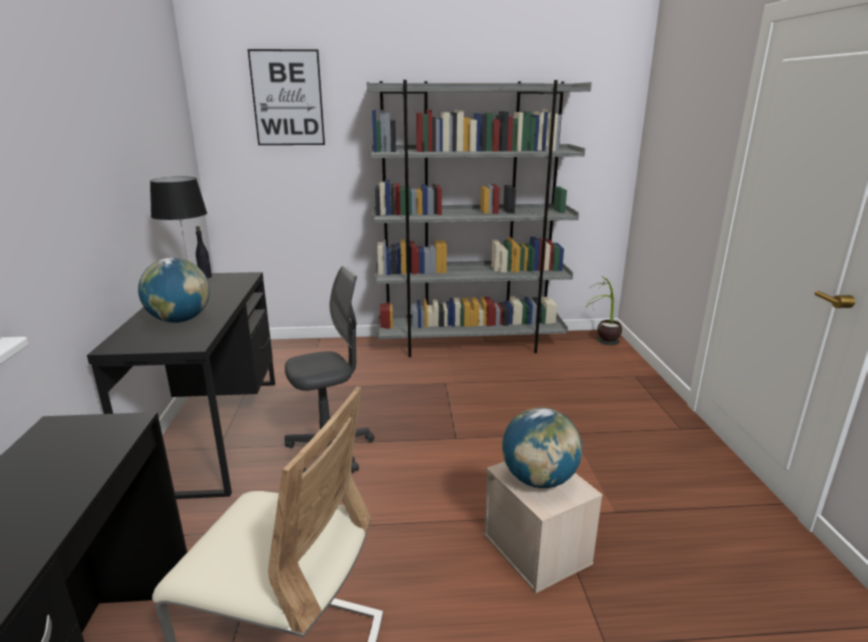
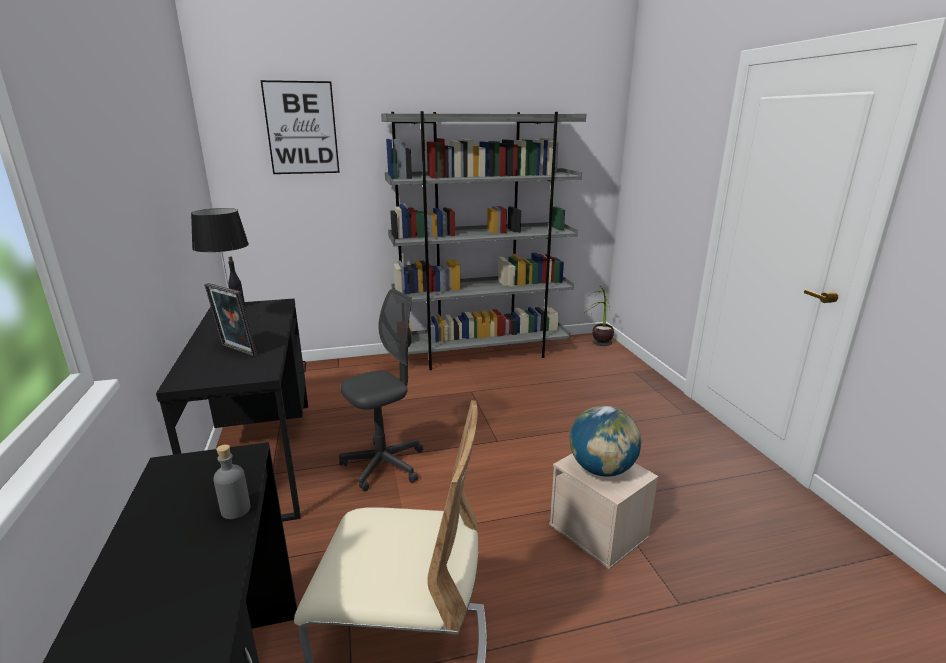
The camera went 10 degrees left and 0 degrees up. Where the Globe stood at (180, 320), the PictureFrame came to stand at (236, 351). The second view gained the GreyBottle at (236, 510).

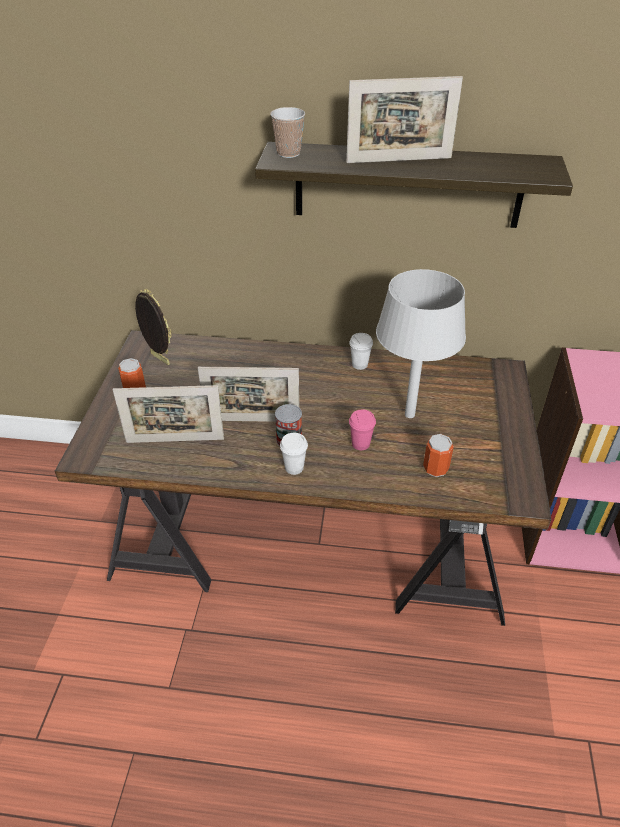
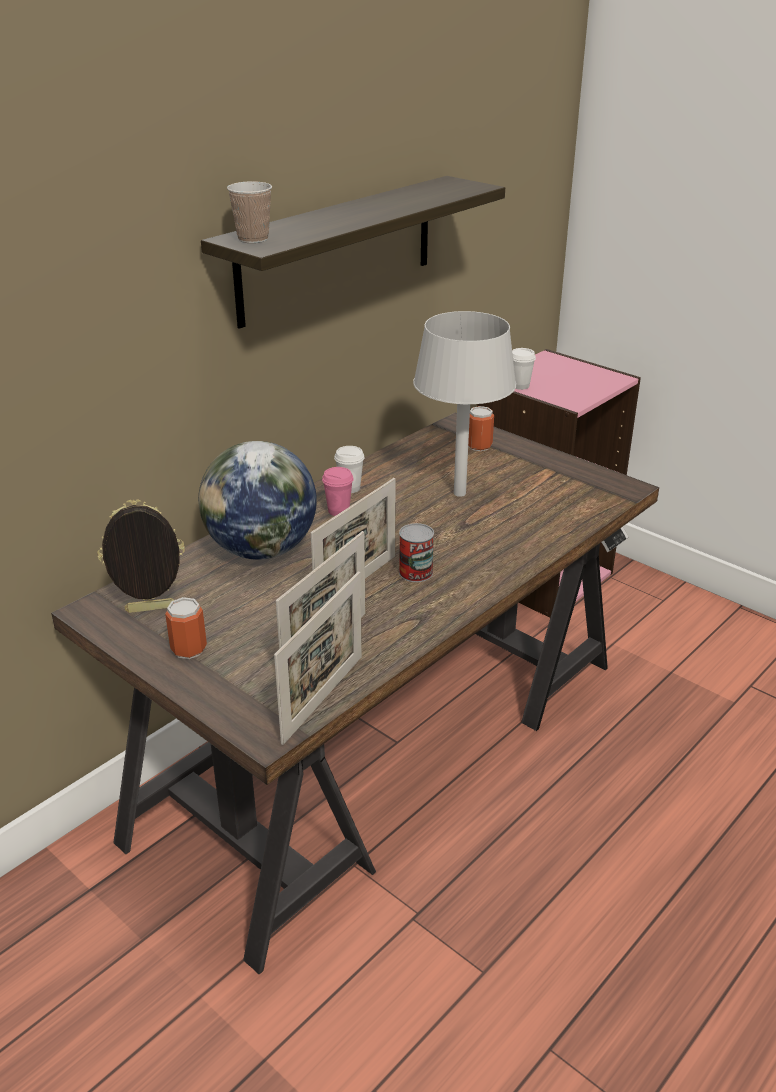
The camera went 55 degrees left and 10 degrees down. The WhiteCup ended up elsewhere, having gone from (294, 468) to (520, 386). The PictureFrame ended up elsewhere, having gone from (399, 160) to (323, 698). The PinkCup ended up elsewhere, having gone from (360, 444) to (338, 511). The Can ended up elsewhere, having gone from (435, 468) to (479, 446). The second view gained the Globe at (261, 550).

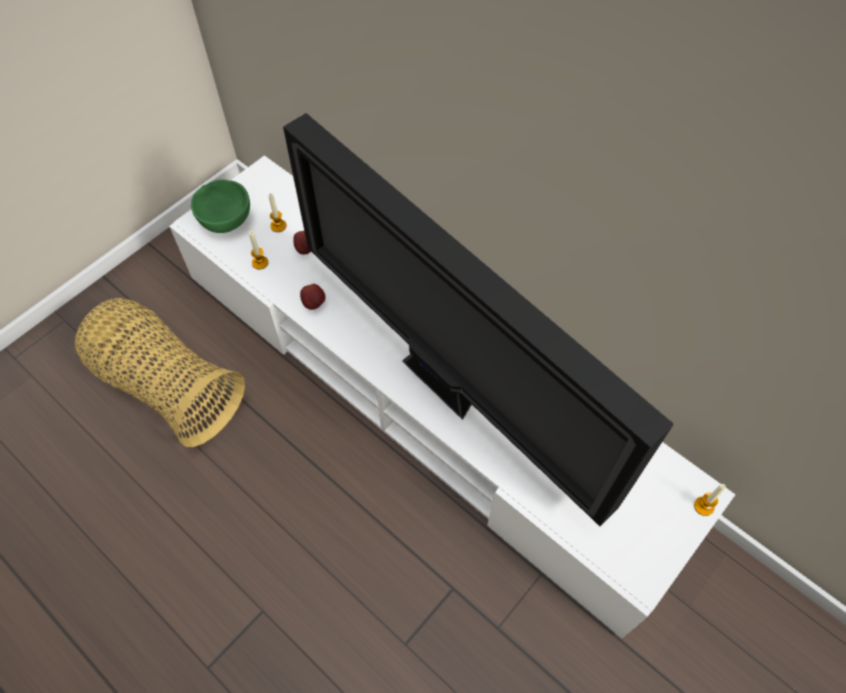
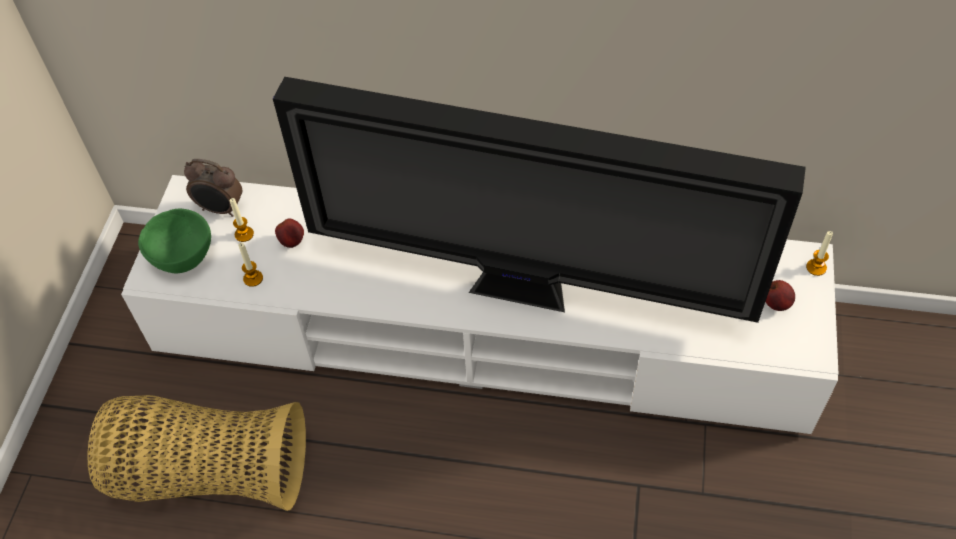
The camera went 30 degrees left and 5 degrees down. The Apple ended up elsewhere, having gone from (314, 303) to (776, 303). The second view gained the AlarmClock at (221, 209).

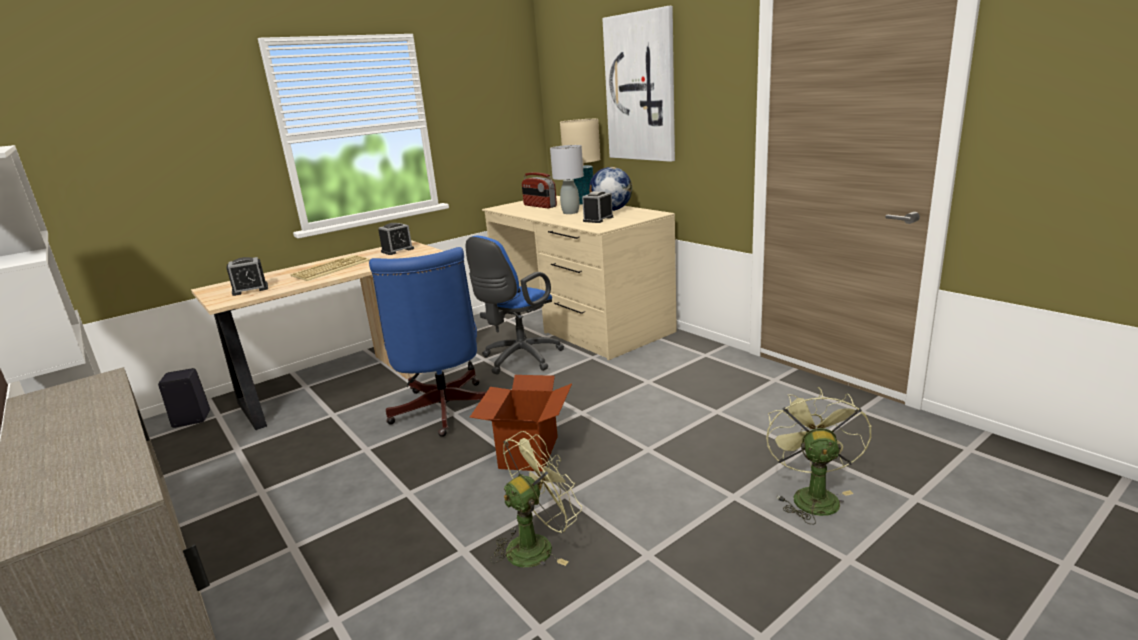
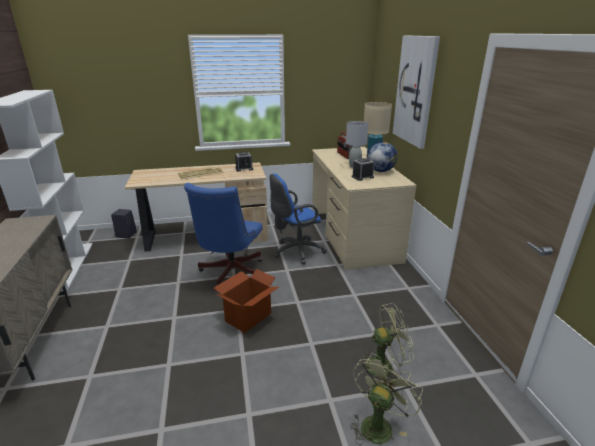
The camera went 25 degrees right and 5 degrees up. The second view lost the AlarmClock at (250, 289). The GreenFan ended up elsewhere, having gone from (537, 545) to (384, 365).

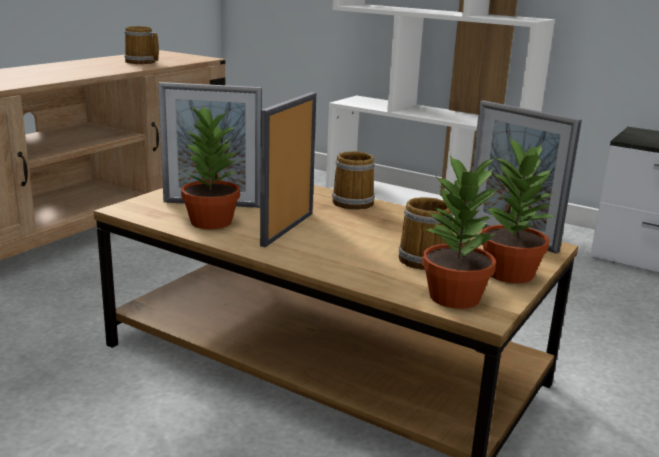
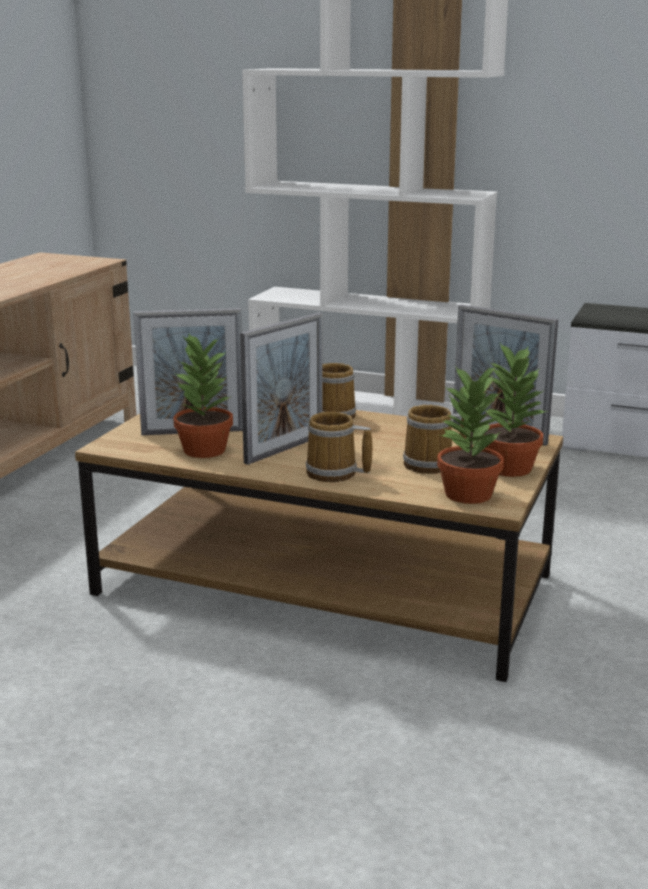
The camera went 10 degrees left and 0 degrees up. The Mug ended up elsewhere, having gone from (141, 62) to (334, 474). The PictureFrame at (287, 229) ended up facing another way, 150 degrees counterclockwise from before.

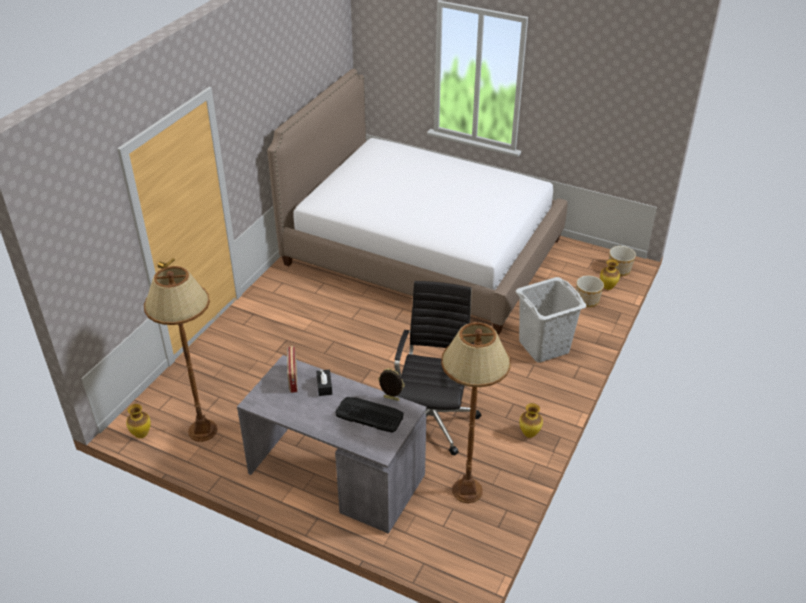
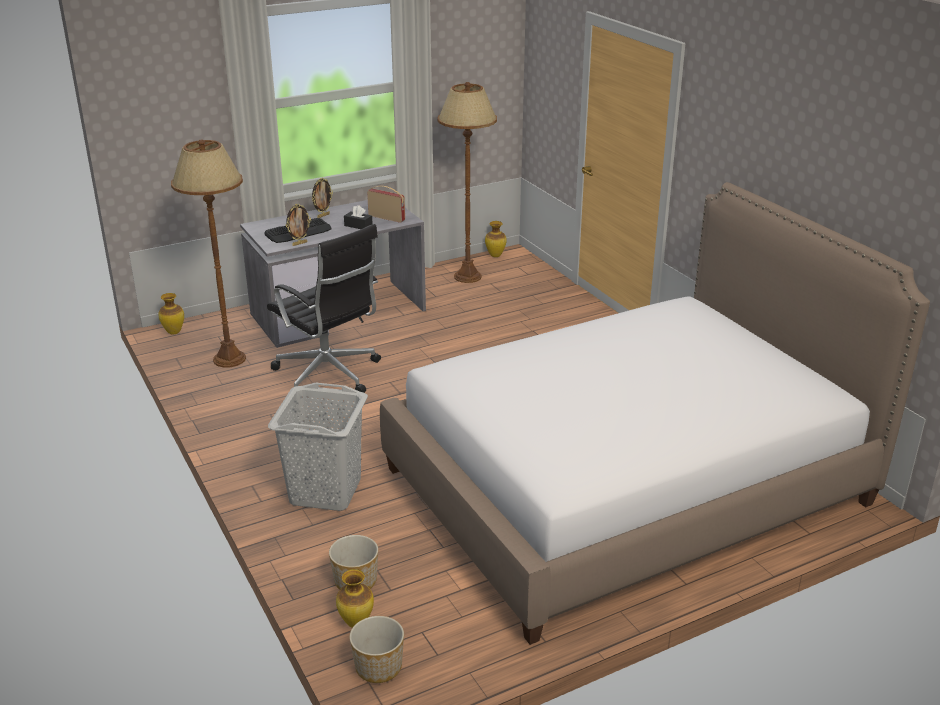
The camera went 125 degrees right and 10 degrees down. The Vase ended up elsewhere, having gone from (529, 434) to (173, 332). The second view gained the PictureFrame at (323, 215).

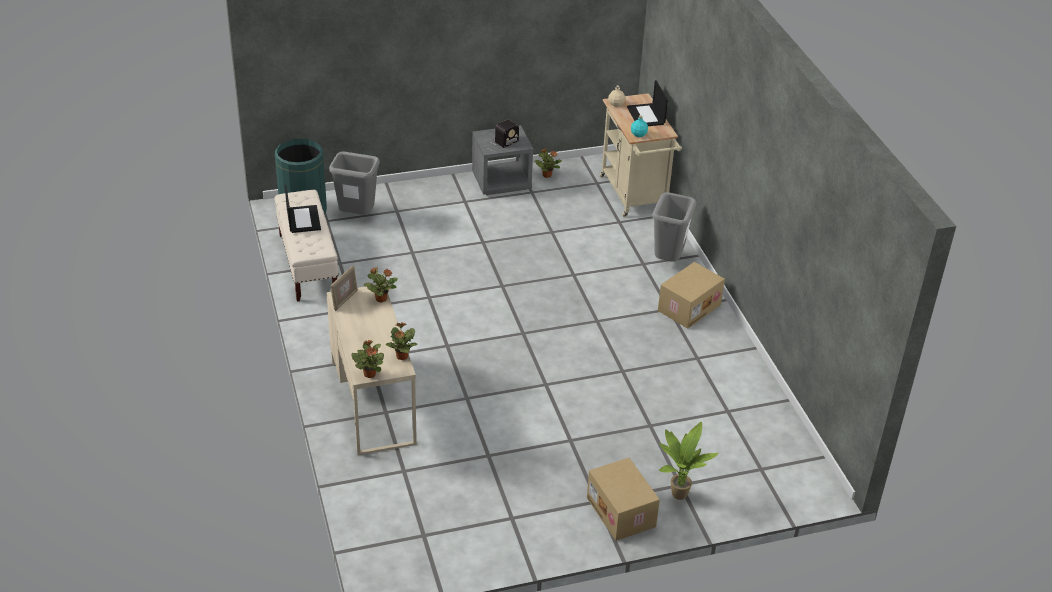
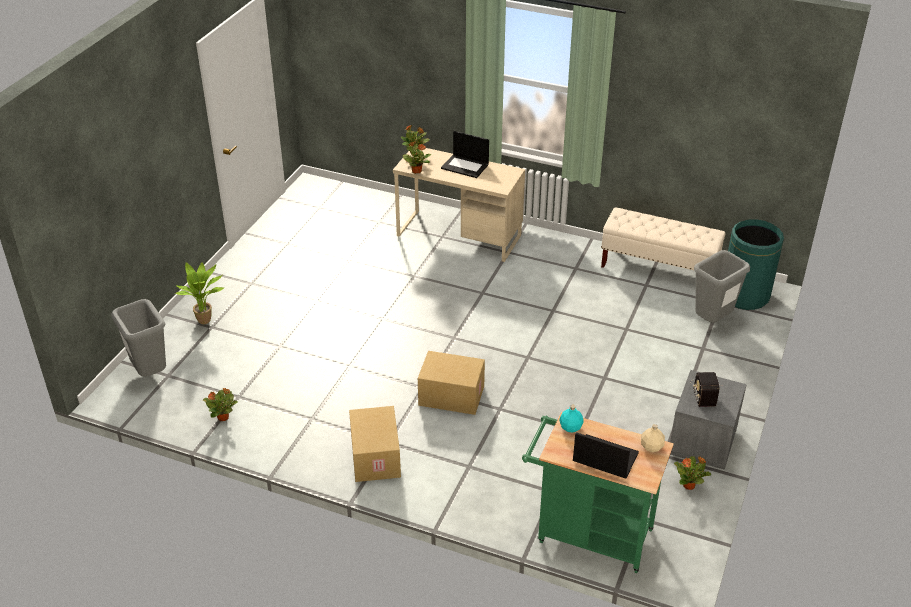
The camera went 130 degrees right and 0 degrees up. The Laptop ended up elsewhere, having gone from (303, 219) to (465, 166). The second view lost the PictureFrame at (344, 300). The PottedPlant ended up elsewhere, having gone from (381, 299) to (223, 417). The CardboardBox ended up elsewhere, having gone from (622, 512) to (450, 396). What was the BeigeCart at (635, 197) turned into the GreenCart at (588, 534). The GreyTrashCan ended up elsewhere, having gone from (668, 261) to (150, 373).

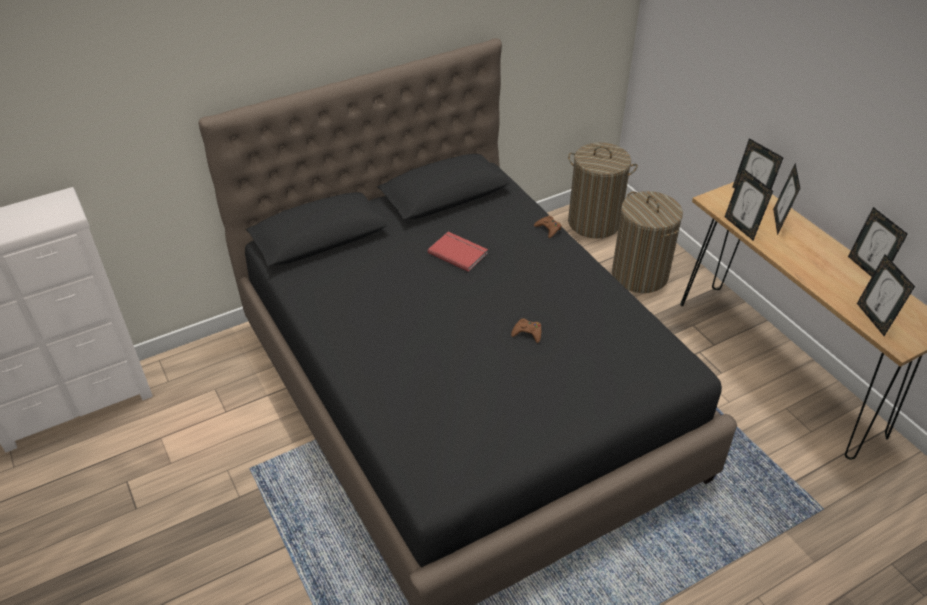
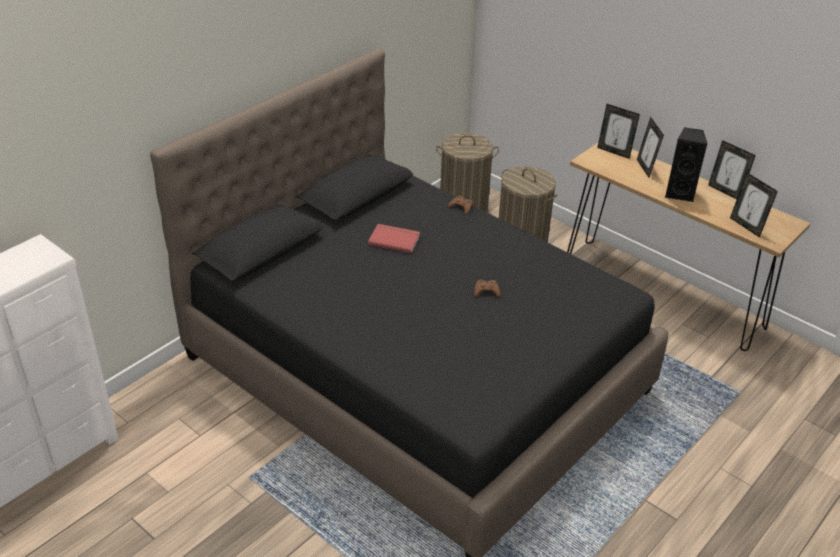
The camera went 20 degrees left and 5 degrees down. The second view lost the PictureFrame at (741, 227). The second view gained the BlackSpeaker at (680, 193).

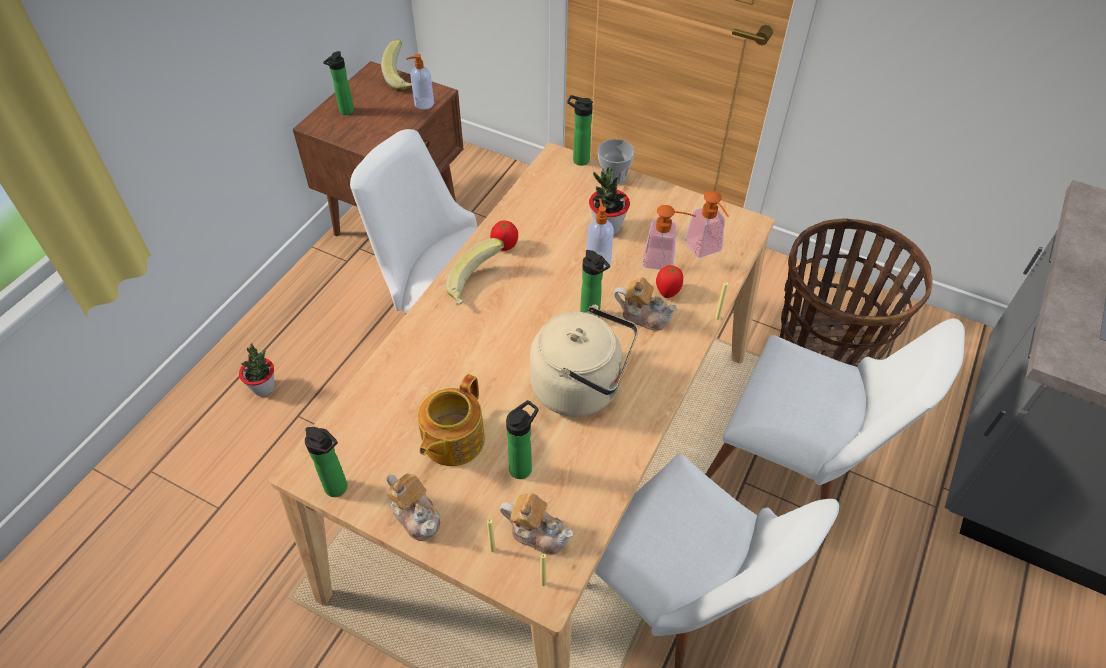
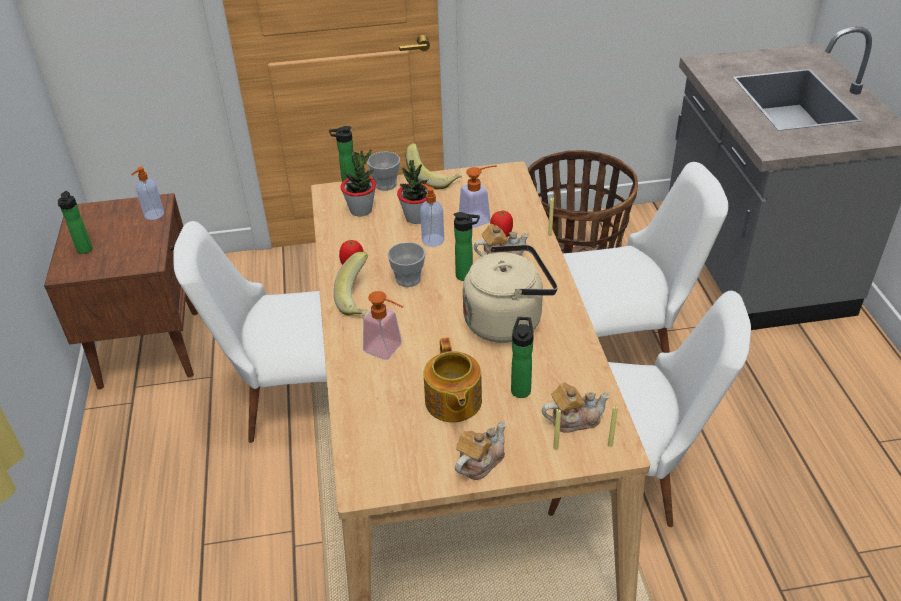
The camera went 35 degrees left and 10 degrees down. The PottedPlant ended up elsewhere, having gone from (264, 388) to (361, 210). The second view lost the Bottle at (339, 489). The Banana ended up elsewhere, having gone from (404, 79) to (433, 178). The Teapot at (416, 515) ended up facing another way, 60 degrees counterclockwise from before. The SoapDispenser ended up elsewhere, having gone from (706, 250) to (388, 350). The second view gained the Cup at (408, 279).

